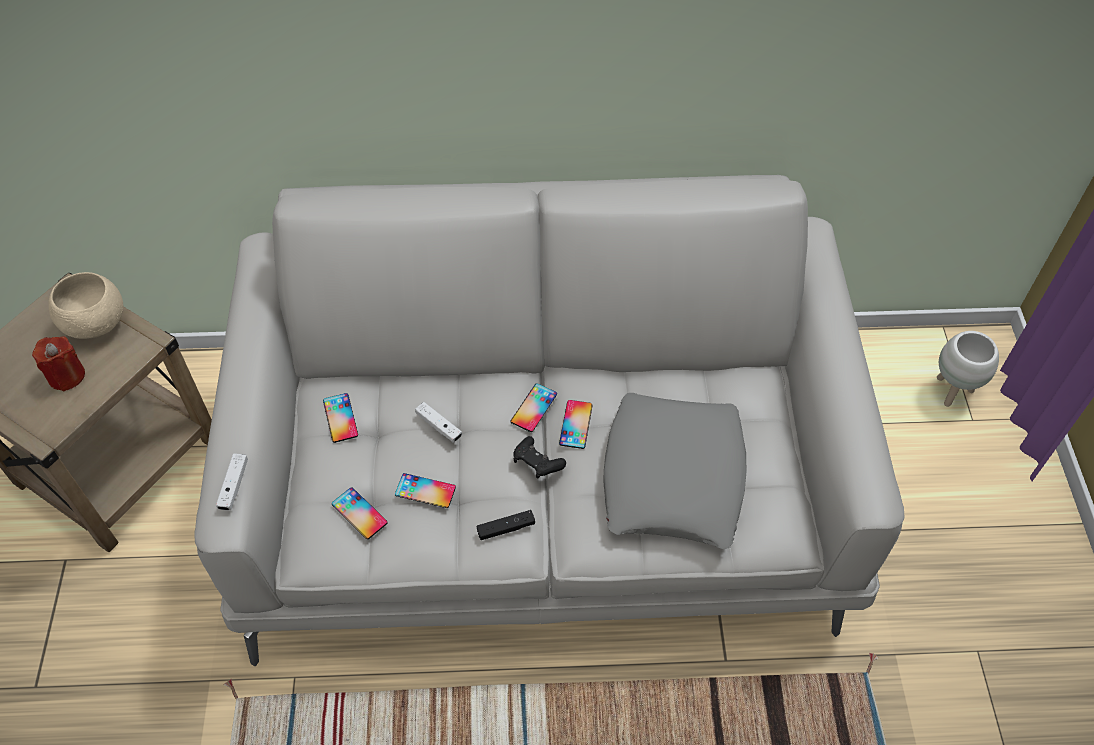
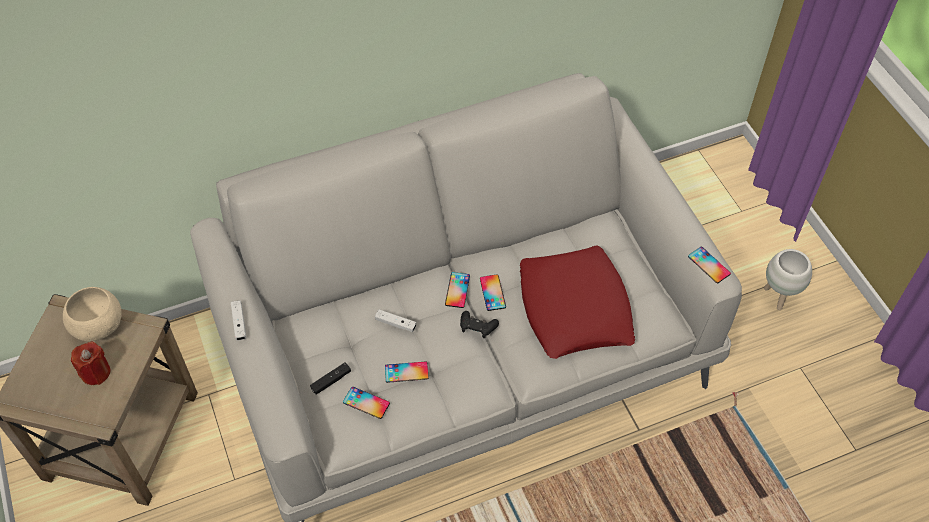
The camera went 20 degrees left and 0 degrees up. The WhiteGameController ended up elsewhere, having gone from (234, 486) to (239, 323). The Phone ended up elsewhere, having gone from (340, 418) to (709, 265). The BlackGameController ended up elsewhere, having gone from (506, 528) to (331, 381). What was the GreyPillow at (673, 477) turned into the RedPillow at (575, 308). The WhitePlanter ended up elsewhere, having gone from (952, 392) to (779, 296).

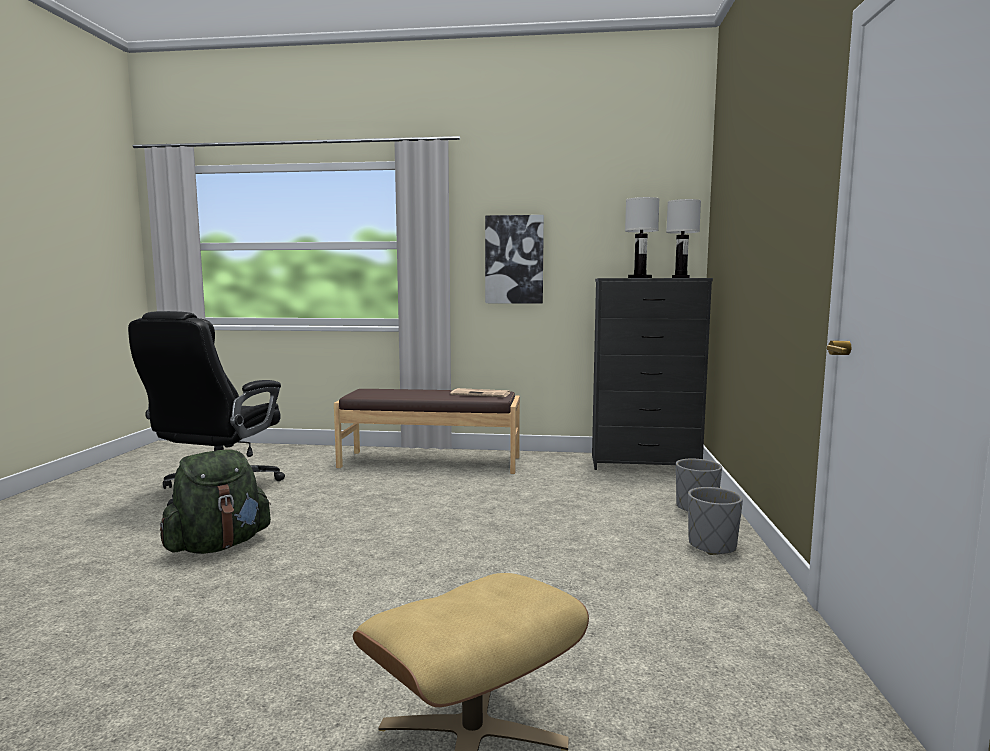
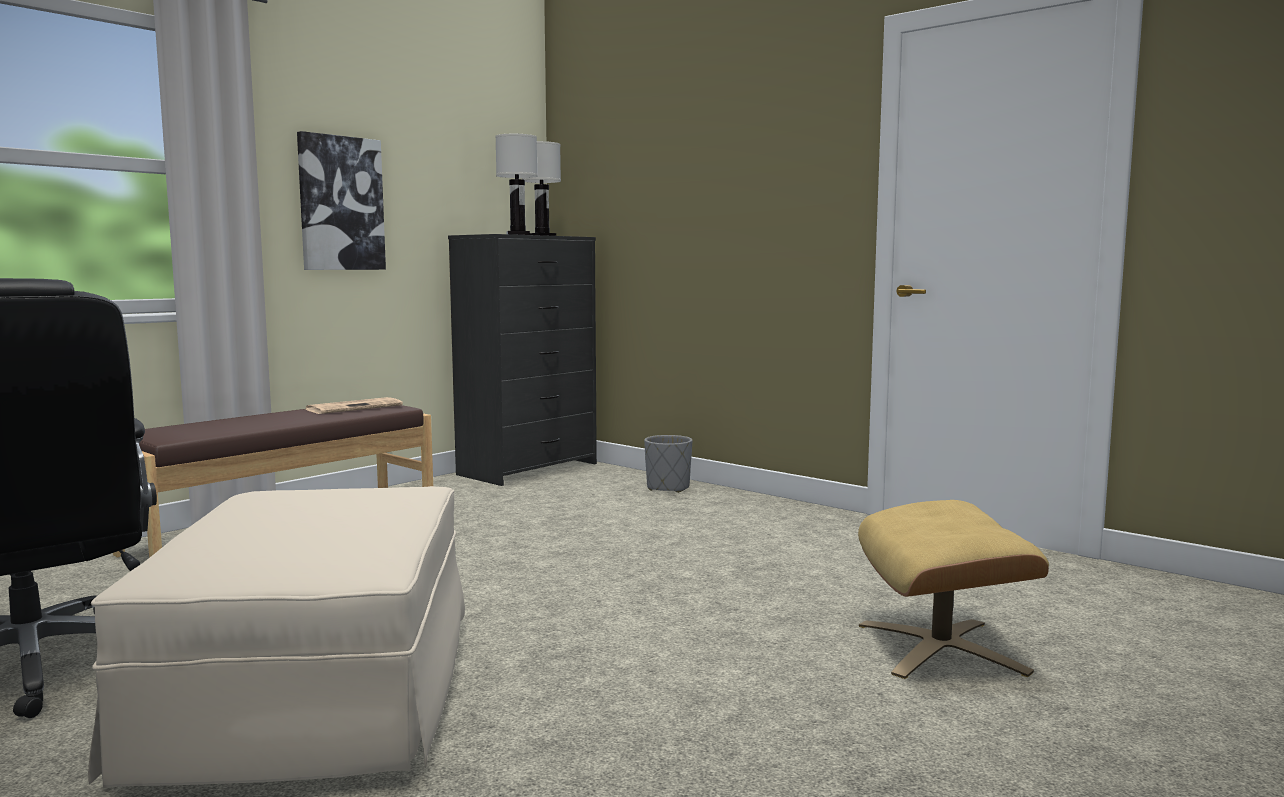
The camera went 55 degrees left and 0 degrees up. Where the GreenBackpack stood at (219, 545), the BeigeOttoman came to stand at (315, 696). The second view lost the GreyPlanter at (712, 546).

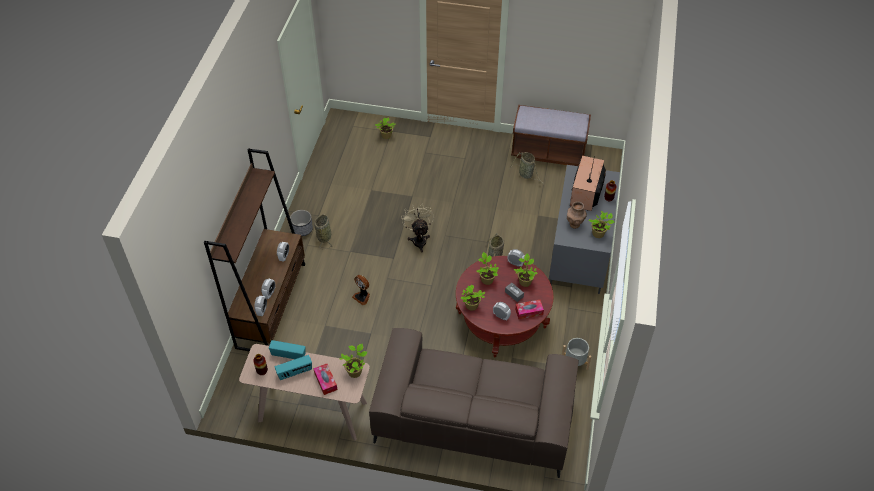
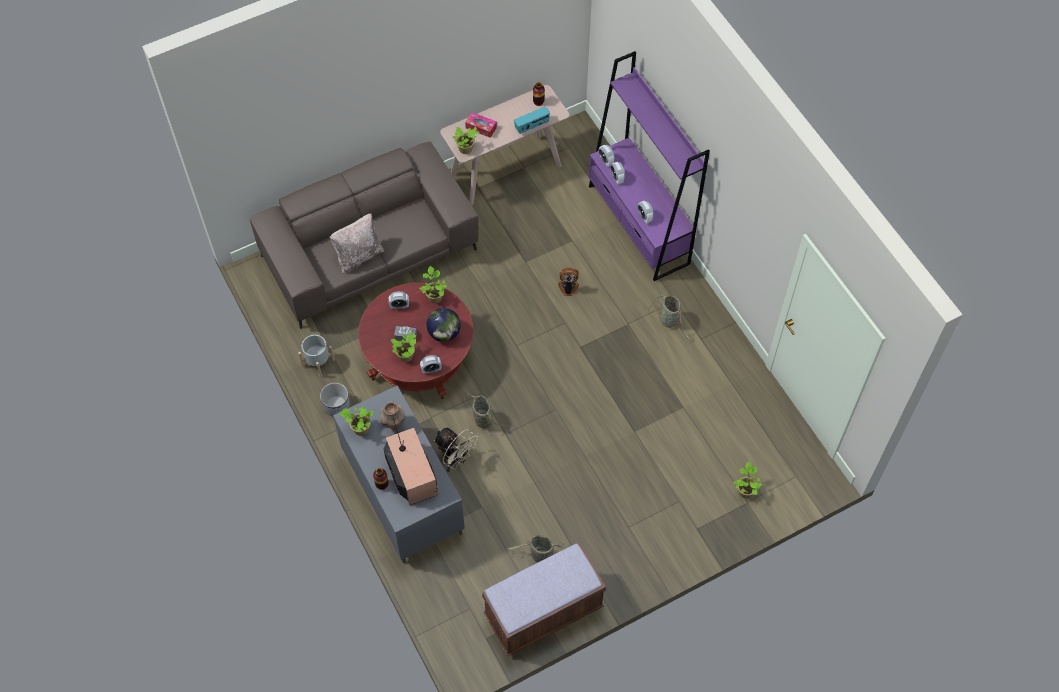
The camera went 140 degrees right and 10 degrees up. What was the BrownBookcase at (271, 305) turned into the PurpleBookcase at (638, 225). The second view lost the Radio at (295, 372). The Planter ended up elsewhere, having gone from (302, 229) to (336, 406). The BeigeFan ended up elsewhere, having gone from (419, 239) to (455, 460). Where the PottedPlant stood at (486, 279), the Globe came to stand at (444, 333). The second view lost the TissueBox at (529, 312). The second view gained the BeigePillow at (359, 256).

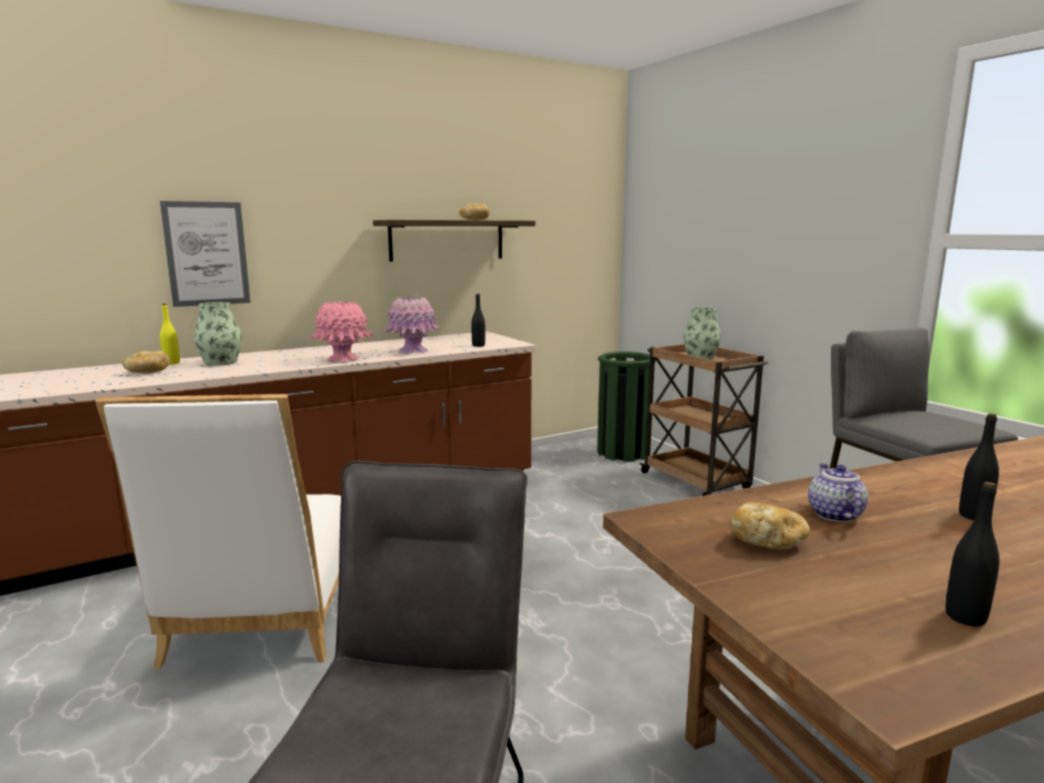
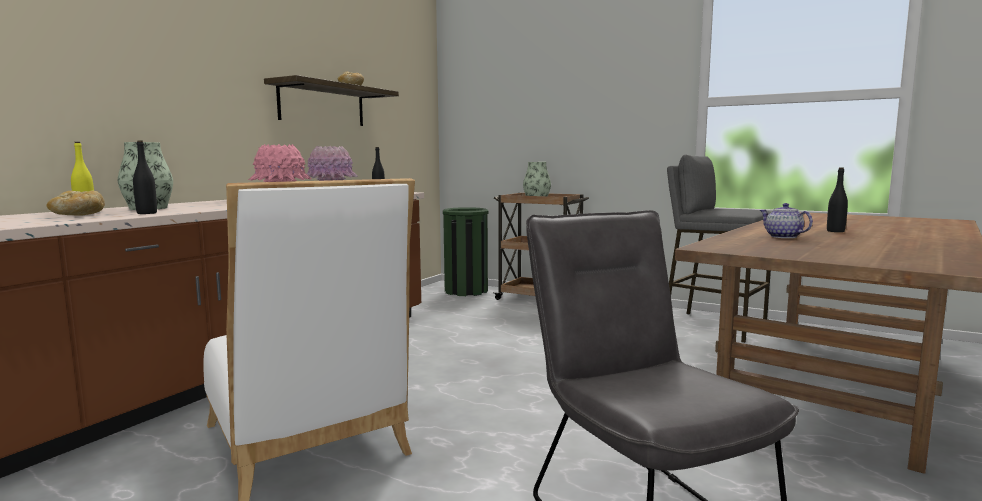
The camera went 30 degrees left and 5 degrees down. The second view lost the Picture at (206, 254). The second view lost the Bread at (767, 542). The BlackBottle ended up elsewhere, having gone from (965, 617) to (147, 213).

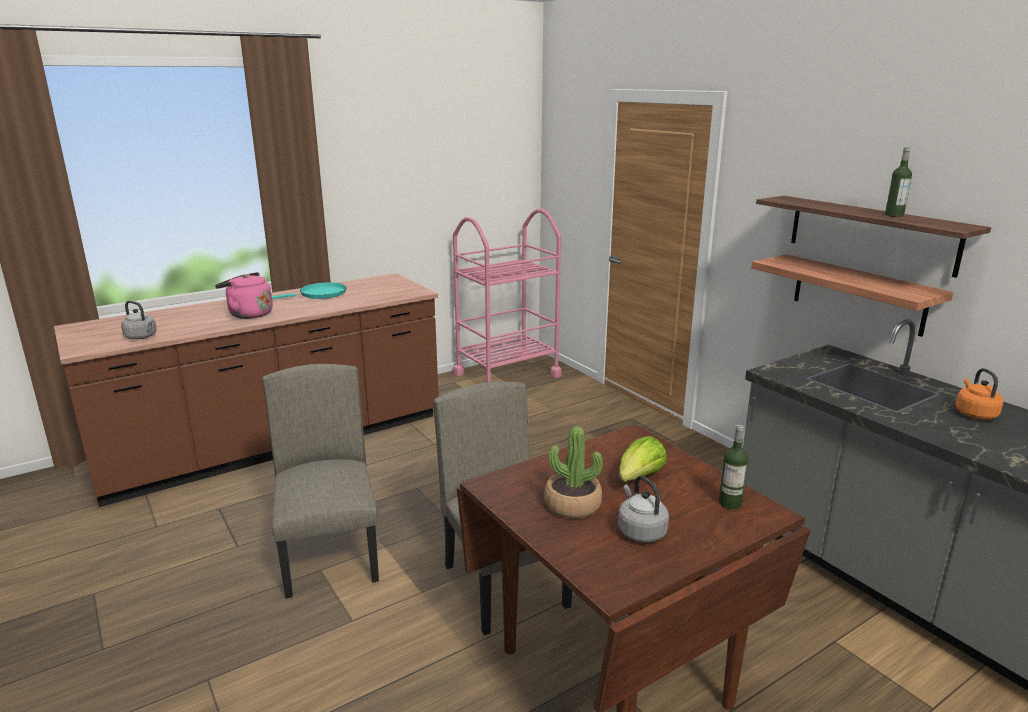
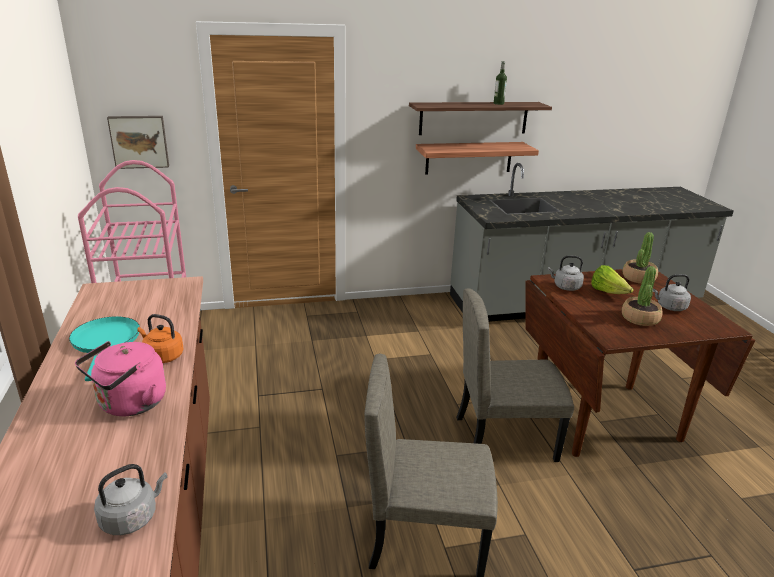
The camera went 70 degrees left and 5 degrees up. Where the Bottle stood at (730, 503), the PottedPlant came to stand at (638, 278). The OrangeKettle ended up elsewhere, having gone from (974, 413) to (162, 356). The second view gained the Picture at (139, 141). The second view gained the GreyKettle at (565, 287).

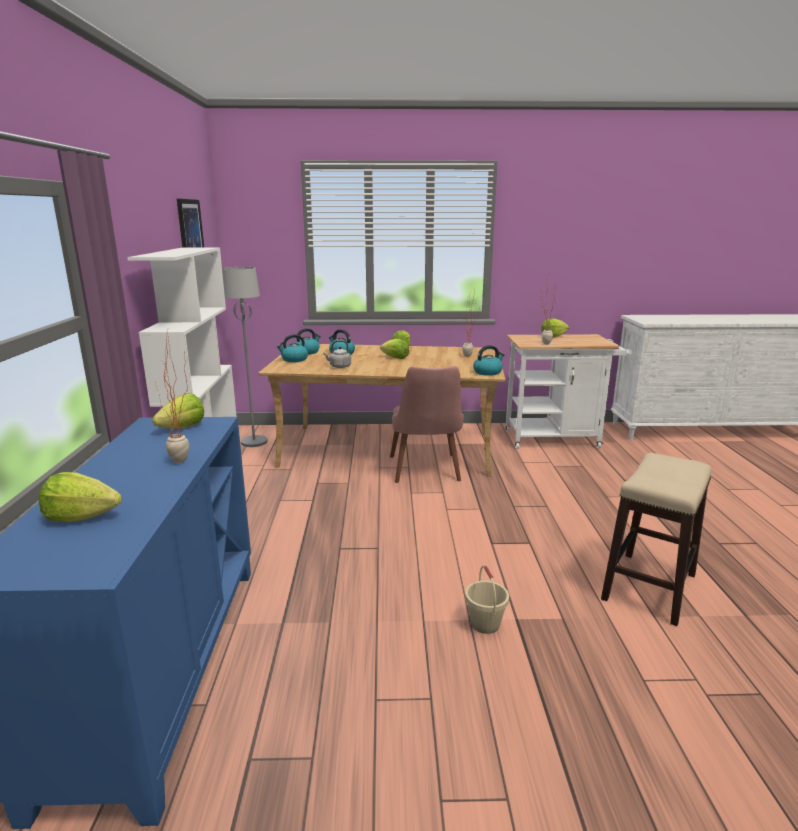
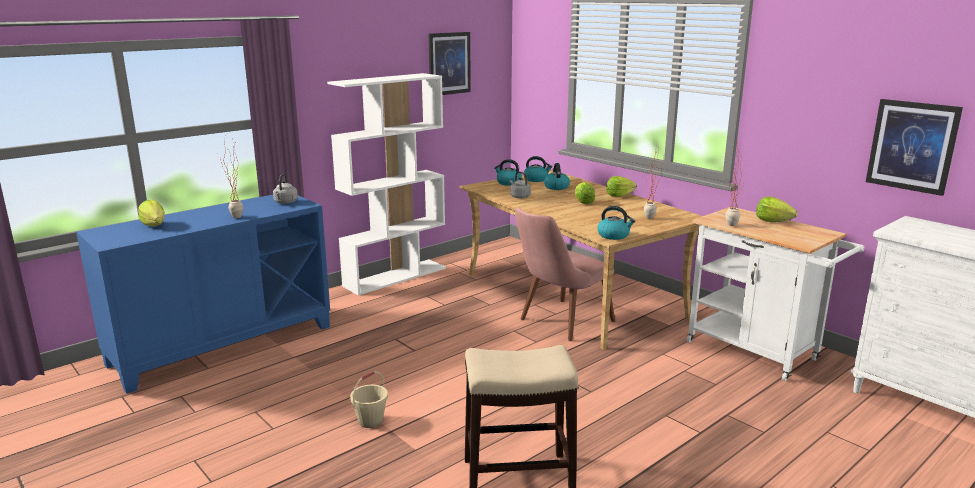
The camera went 50 degrees right and 0 degrees up. Where the Lettuce stood at (183, 427), the GreyKettle came to stand at (285, 202). The second view lost the GreyFloorLamp at (254, 442). The second view gained the Picture at (912, 146).

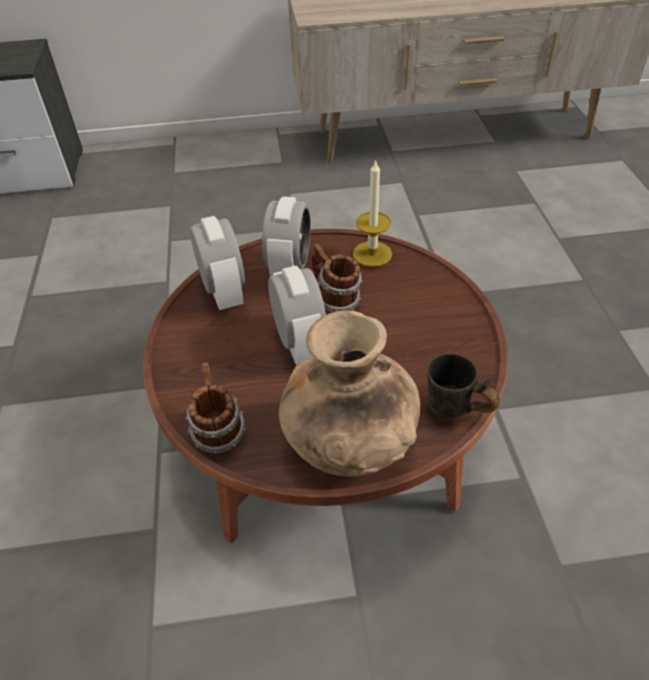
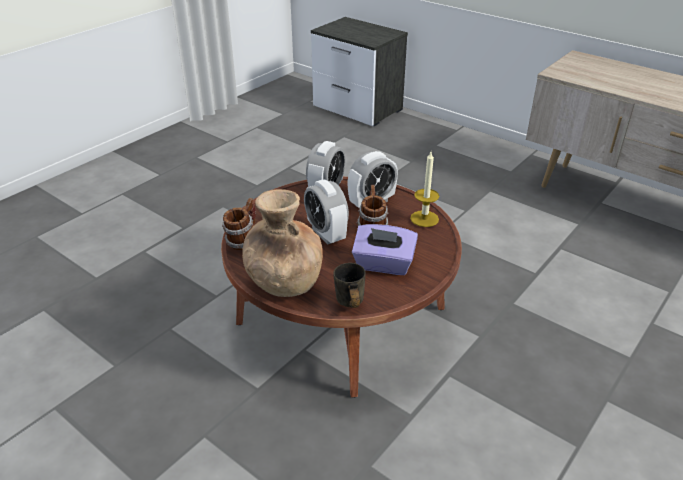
The camera went 45 degrees right and 10 degrees down. The AlarmClock at (299, 345) ended up facing another way, 120 degrees clockwise from before. The second view gained the PurpleTissueBox at (383, 264).

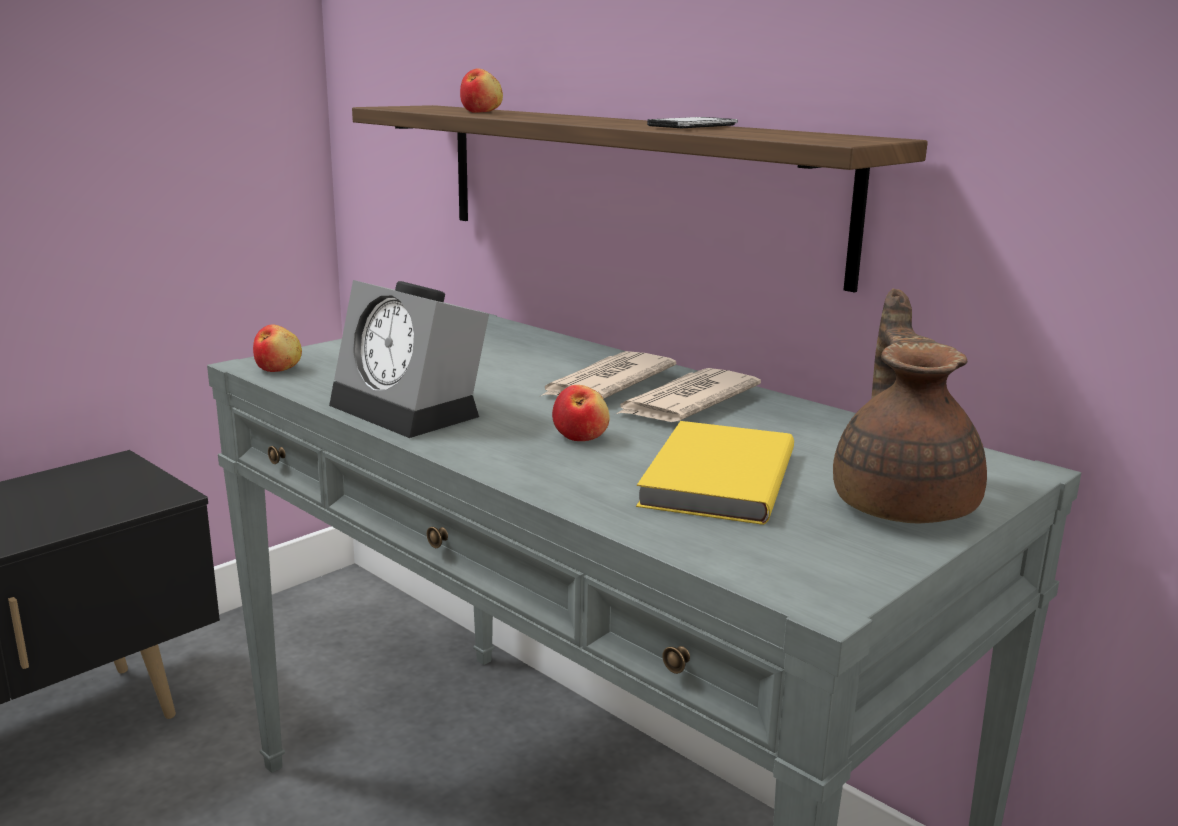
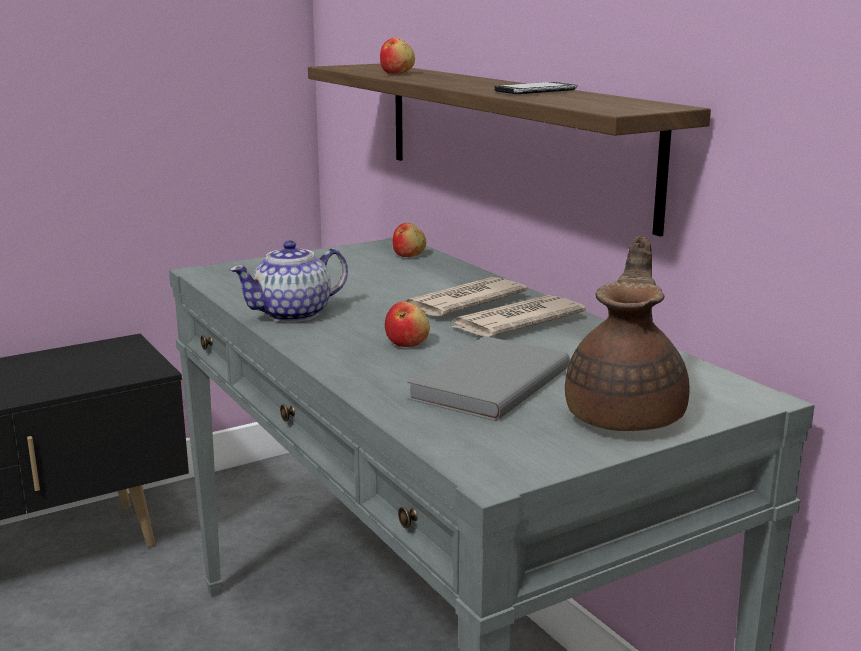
The camera went 15 degrees right and 0 degrees up. The Apple ended up elsewhere, having gone from (278, 369) to (409, 255). Where the AlarmClock stood at (412, 410), the Teapot came to stand at (294, 314). What was the YellowBook at (713, 478) turned into the GreyBook at (486, 383).

